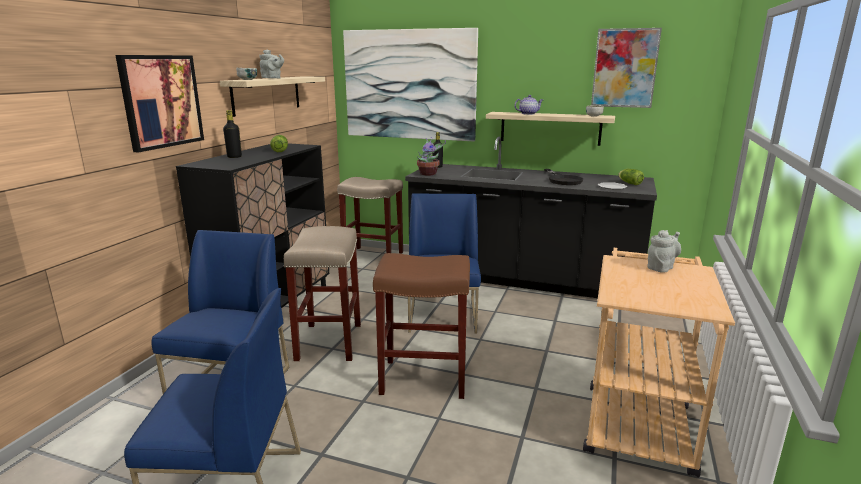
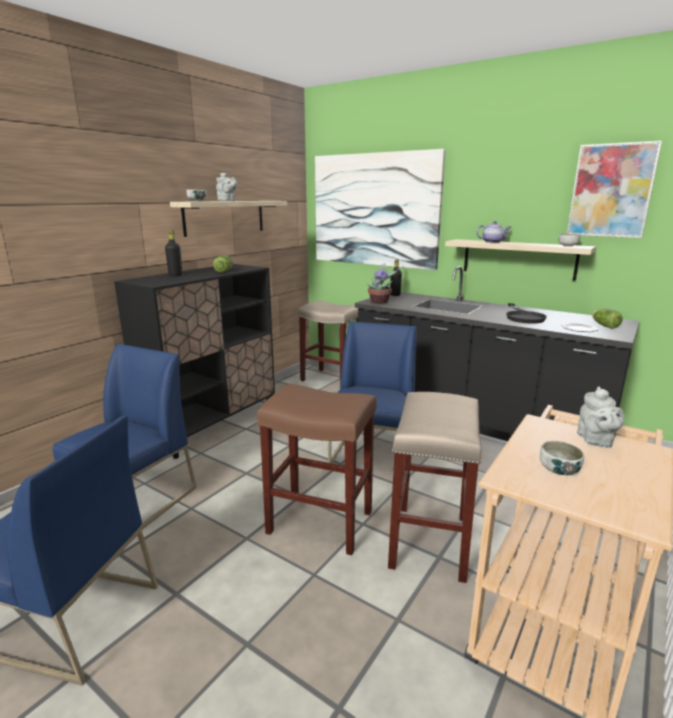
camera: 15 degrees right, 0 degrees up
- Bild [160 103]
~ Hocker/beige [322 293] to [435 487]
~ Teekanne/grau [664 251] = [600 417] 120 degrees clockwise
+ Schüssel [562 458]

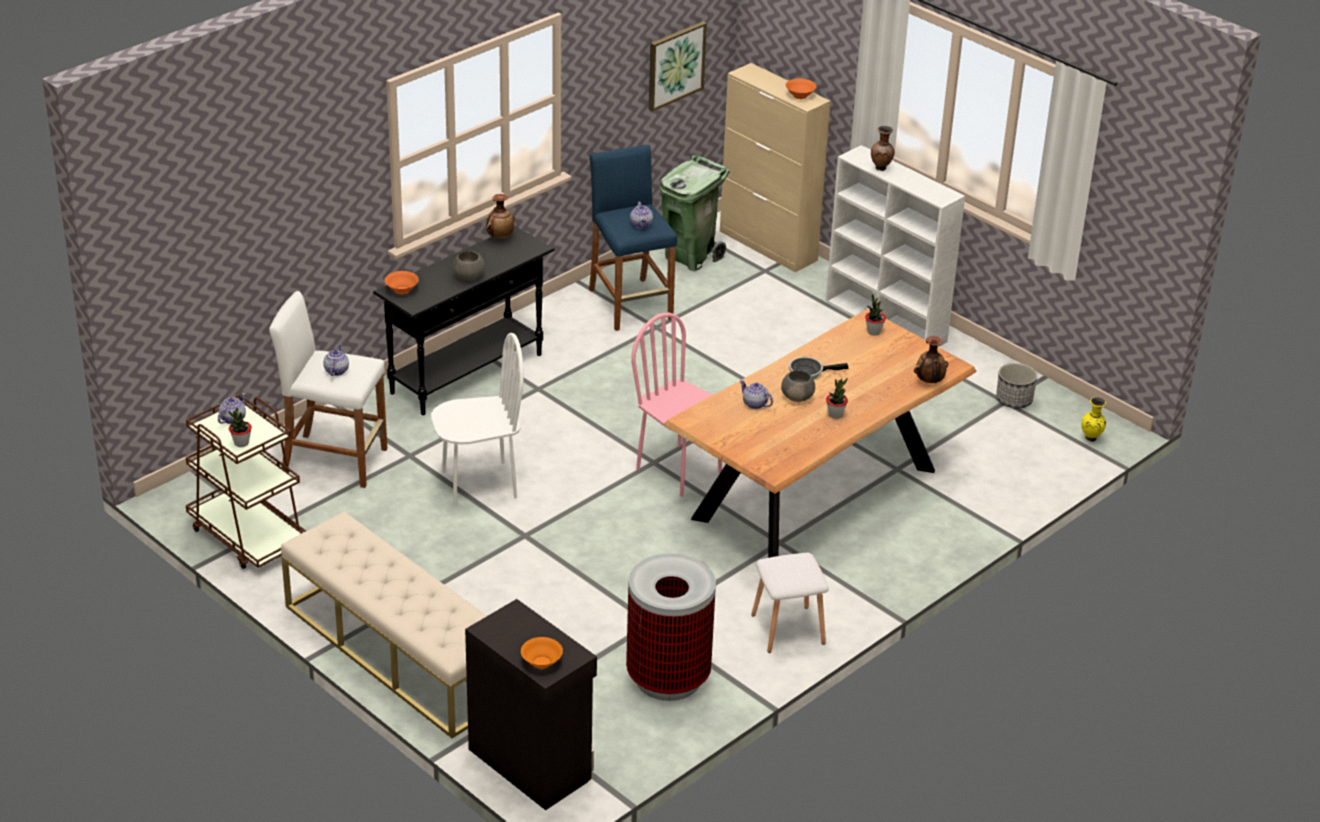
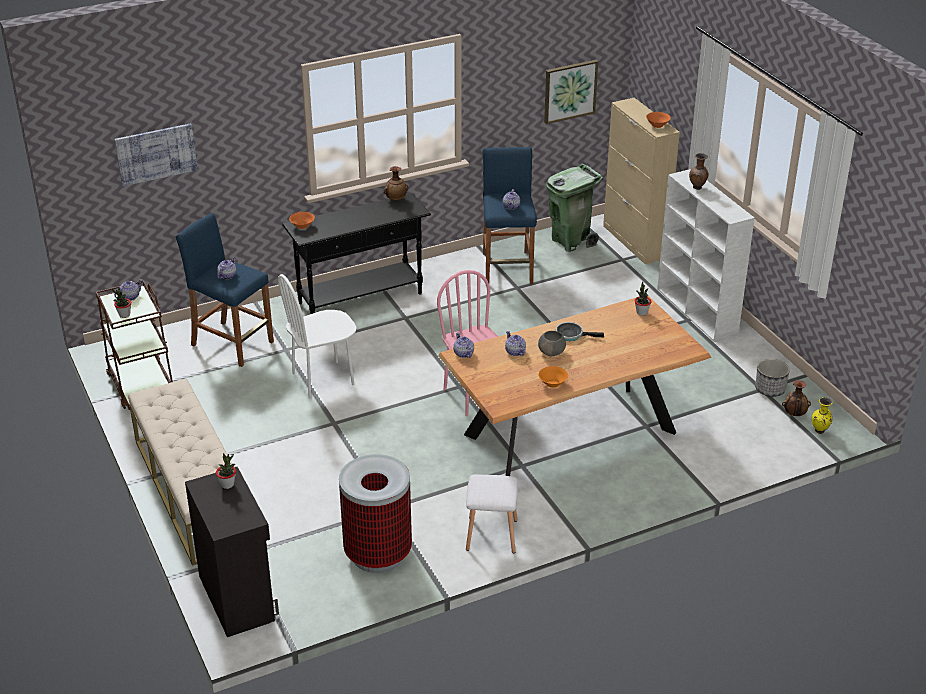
camera: 20 degrees right, 0 degrees up
- Schüssel/grau [469 265]
~ Hocker/weiß [328 389] to Hocker/blau [225 290]
~ Stuhl/weiß [477 419] = [317 336] 150 degrees clockwise
~ Vase [931 359] to [796 398]
~ Topfpflanze [837 398] to [226 471]
~ Schüssel/orange [542 653] to [553 377]
+ Bild [156 154]
+ Teekanne [463 345]

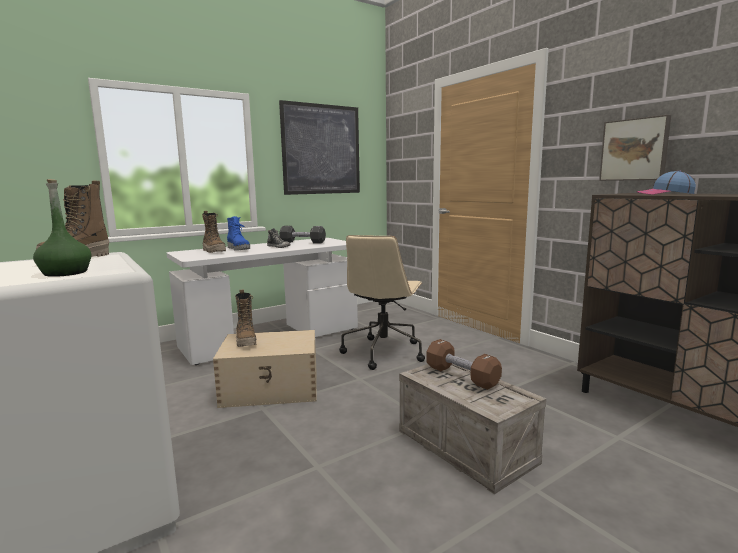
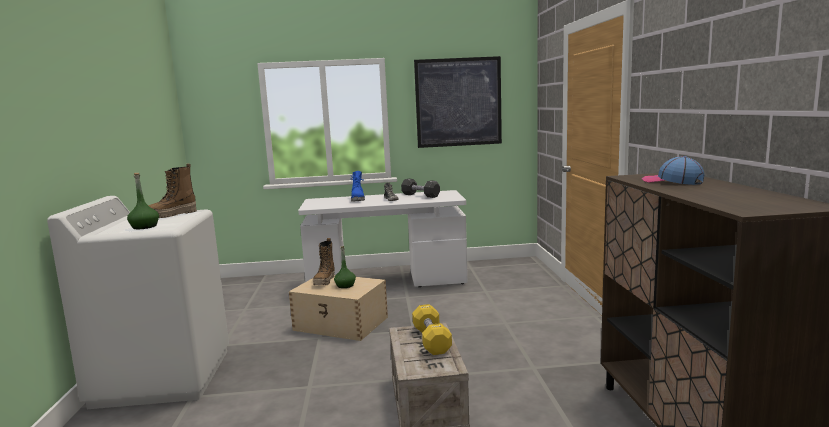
camera: 30 degrees right, 0 degrees up
- Bild [635 148]
- Stiefel [214 232]
- Bürostuhl/beige [382 302]
~ Hantel/braun [464 364] to Hantel/gelb [432 329]
+ Flasche/grün [345 267]

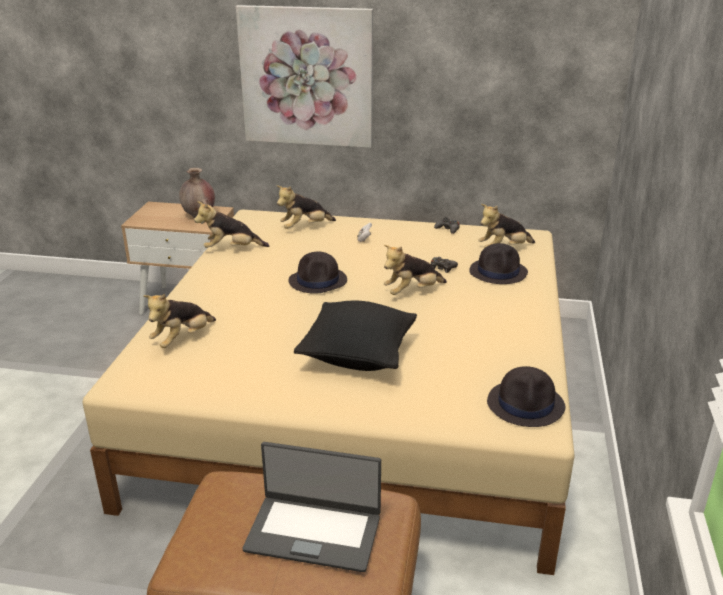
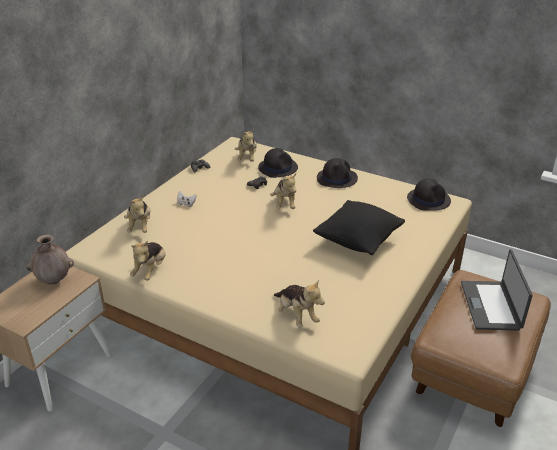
camera: 70 degrees left, 5 degrees up
- Bild [304 76]
~ Hut/schwarz [317 273] to [337 173]
~ Laptop [311 507] = [497 290] 150 degrees clockwise

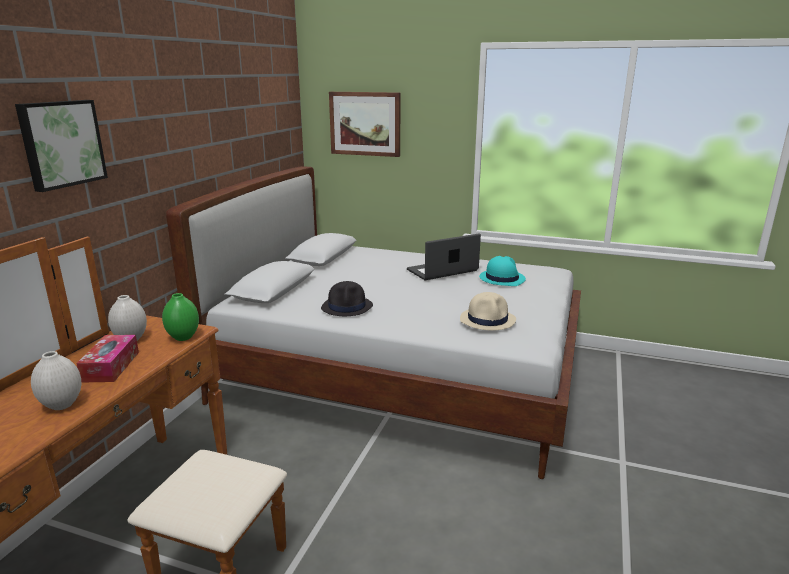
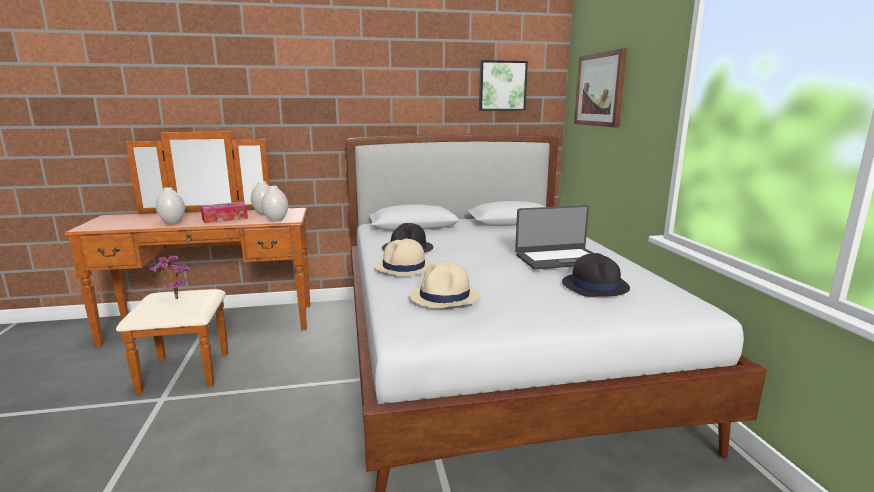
camera: 60 degrees right, 5 degrees down
~ Bild [61 146] to [503 85]
~ Laptop [444 257] = [554 237] 135 degrees clockwise
~ Hut/türkis [502 271] to Hut/schwarz [596 275]
~ Vase/grün [180 317] to Vase/weiß [275 204]
+ Hut/beige [403 257]
+ Topfpflanze [170 277]

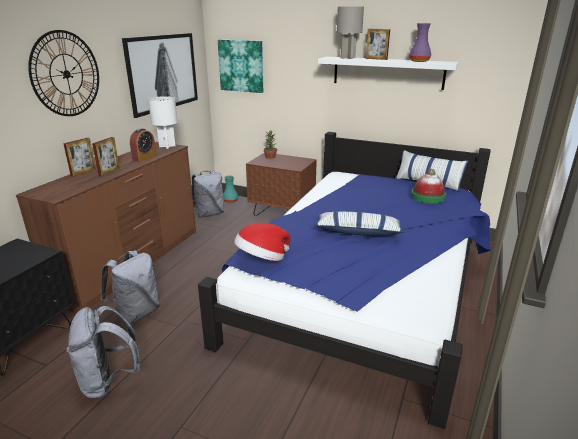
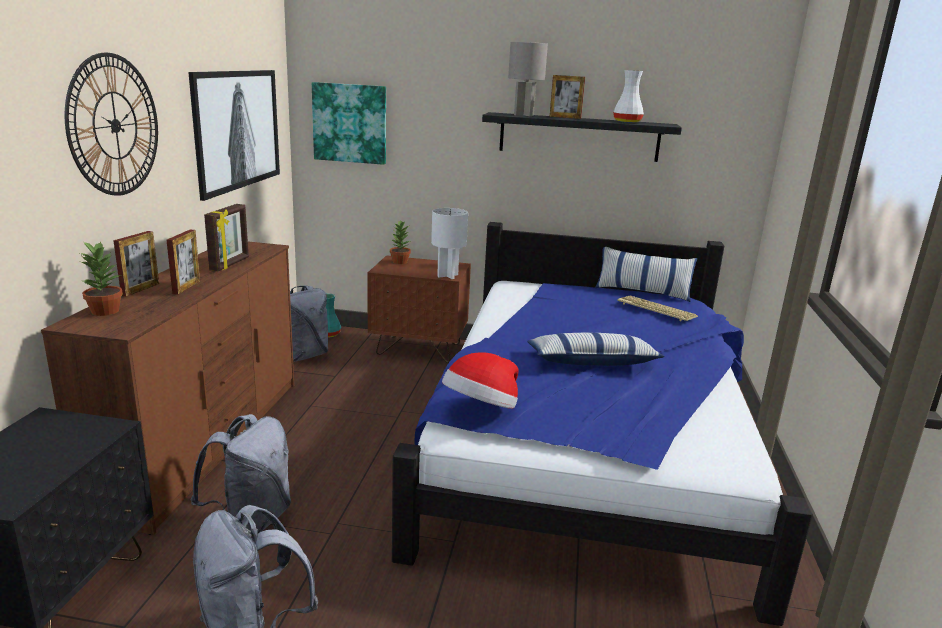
camera: 15 degrees left, 5 degrees down
~ Vase/lila [420 42] to Vase/weiß [628 96]
~ Wandregal/weiß [388 73] to Wandregal/schwarz [582 137]
~ Tischlampe/weiß [163 122] to [449 243]
~ Wecker [143 145] to Bilderrahmen [226 237]
~ Hut [428 186] to Tastatur [657 308]
+ Topfpflanze [102 278]

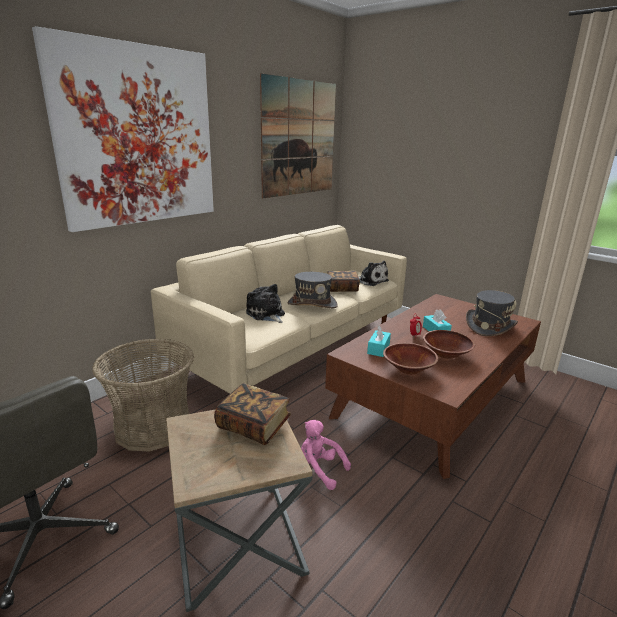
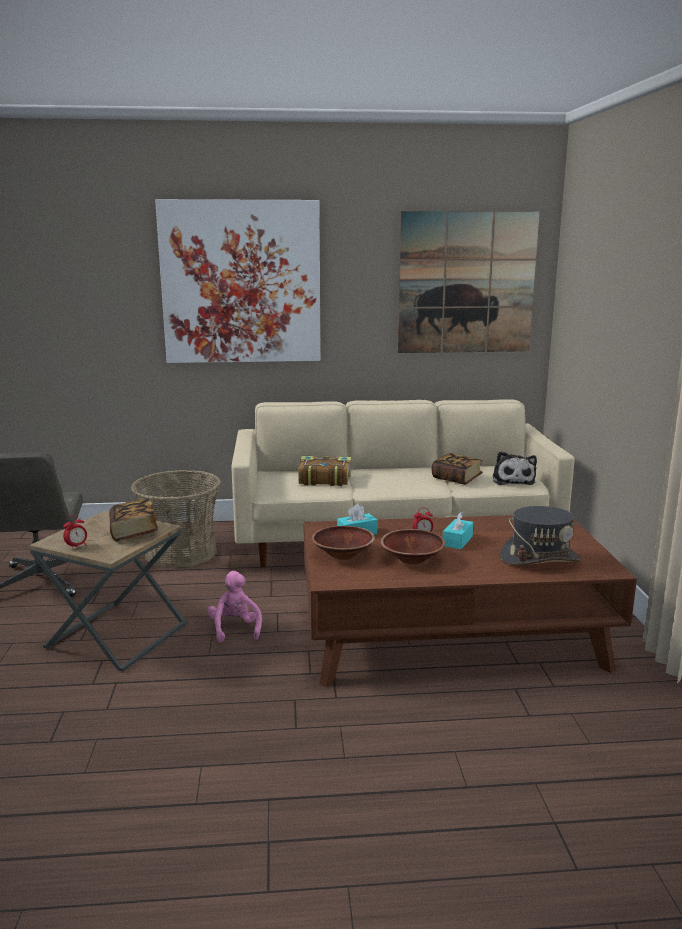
camera: 45 degrees right, 5 degrees down
- Hut/grau [312 290]
~ Plüschtier [265 303] to Buch [324 471]
+ Wecker [75 532]

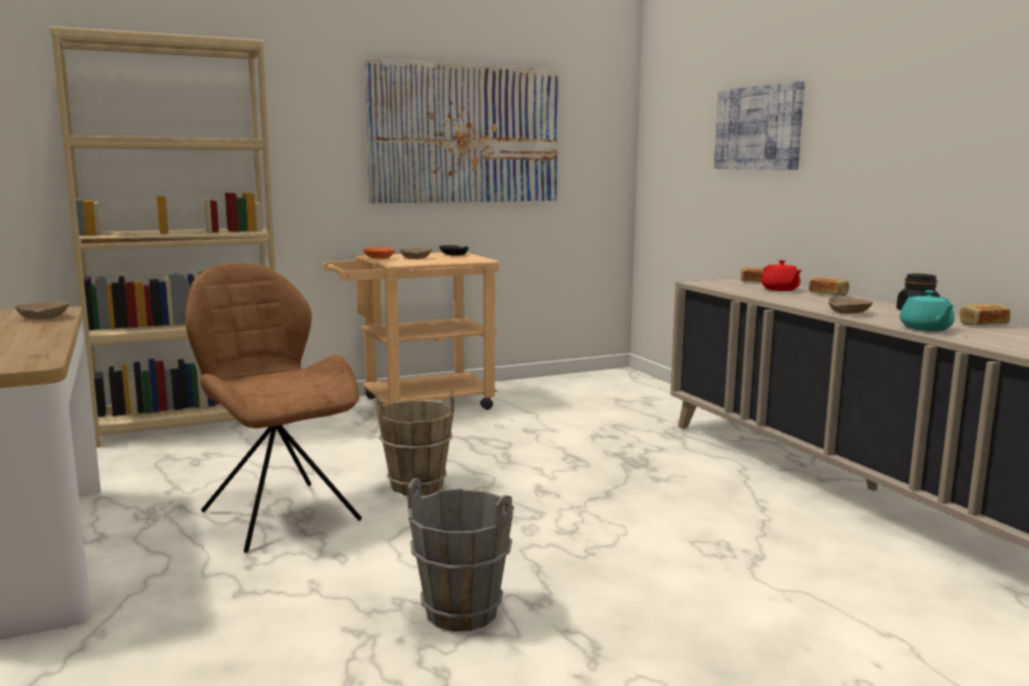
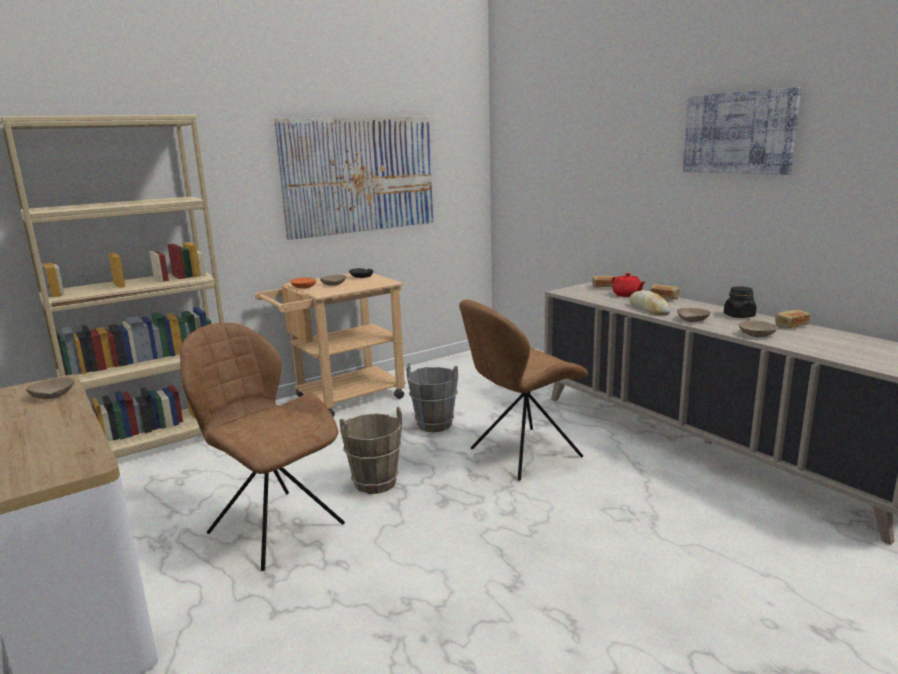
camera: 10 degrees left, 5 degrees up
~ Bild [759 125] to [742 131]
~ Teekanne/türkis [927 310] to Schüssel/beige [758 329]
~ Eimer/grau [461 554] to [432 397]
+ Brot [650 302]
+ Stuhl/braun [523 390]

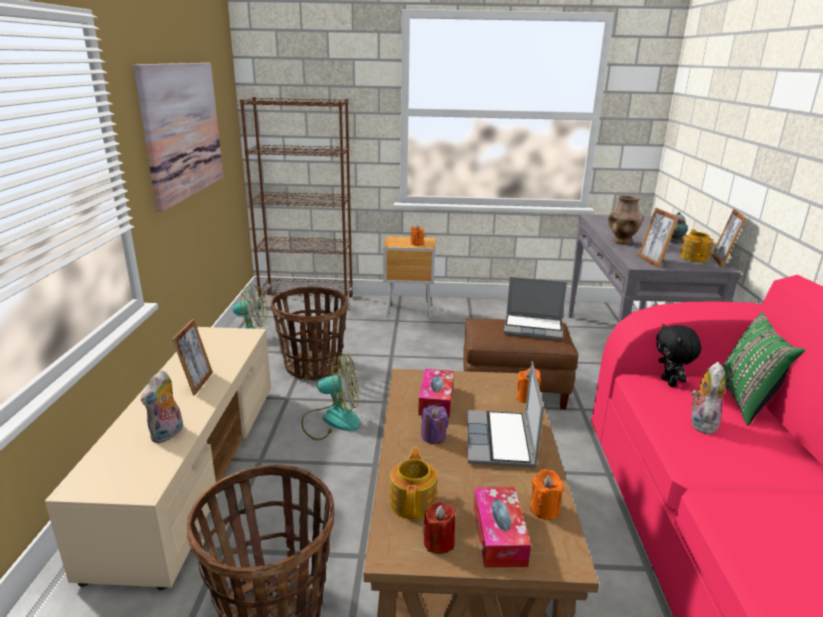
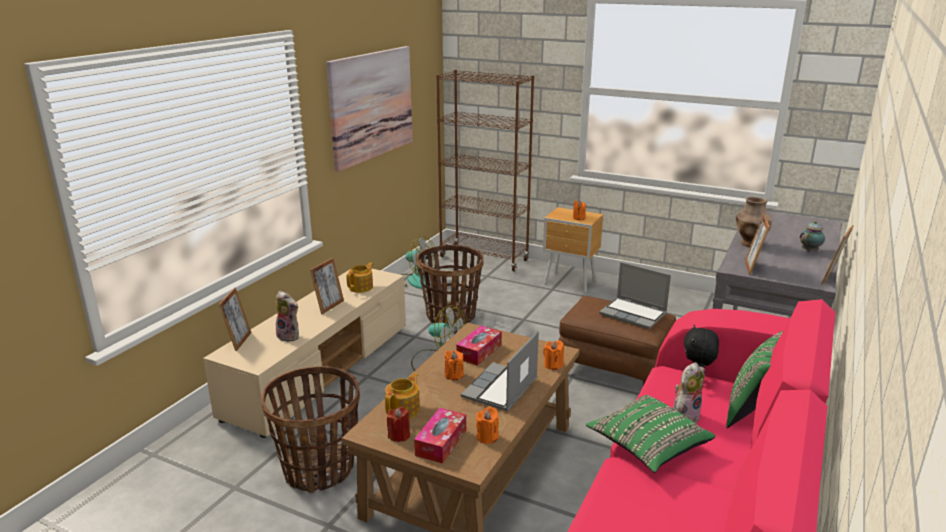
camera: 25 degrees right, 0 degrees up
~ Teekanne [696 245] to [359 277]
~ Plüschtier [162 406] = [287 316] 105 degrees counterclockwise
~ Kerze/lila [435 424] to Kerze/orange [454 365]
+ Bilderrahmen [235 319]
+ Kissen/grün [650 434]

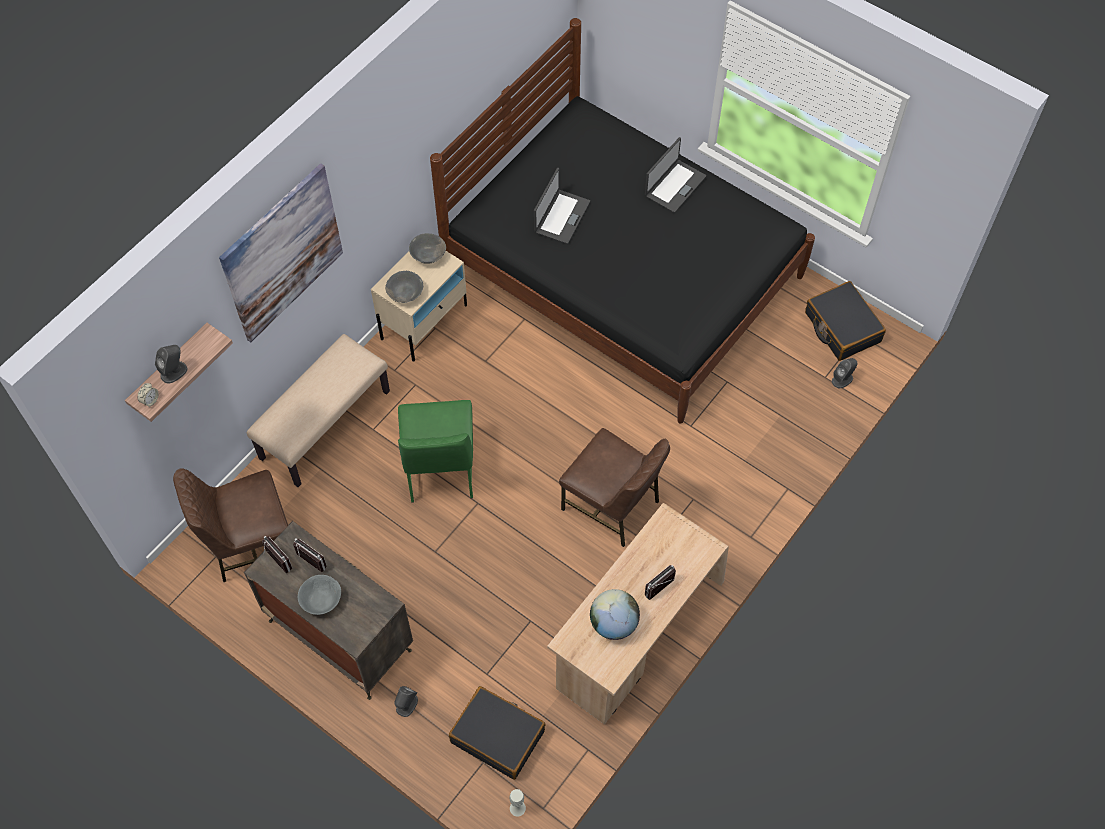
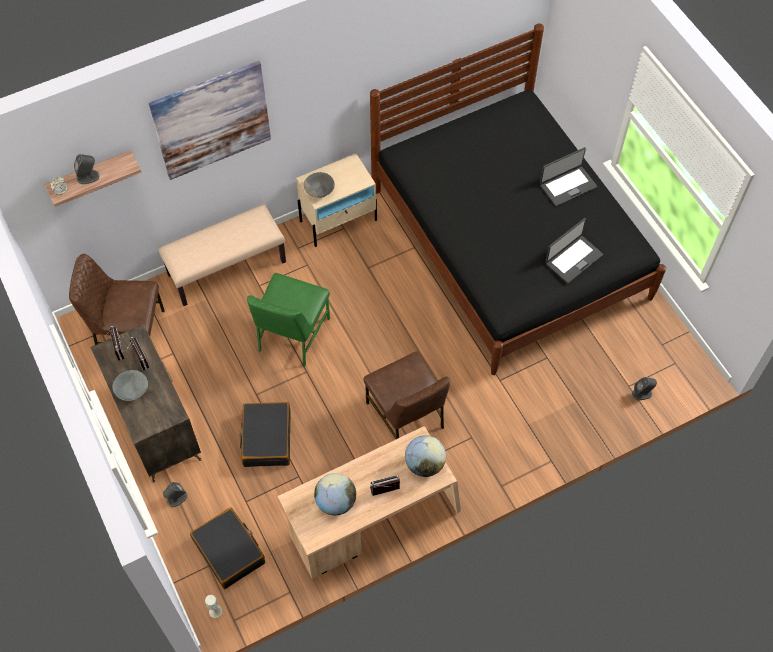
camera: 25 degrees right, 0 degrees up
~ Laptop [562 206] to [574 250]
- Schüssel/grau [427 248]
~ Koffer/schwarz [845 321] to [264 434]
+ Globus [425 456]

